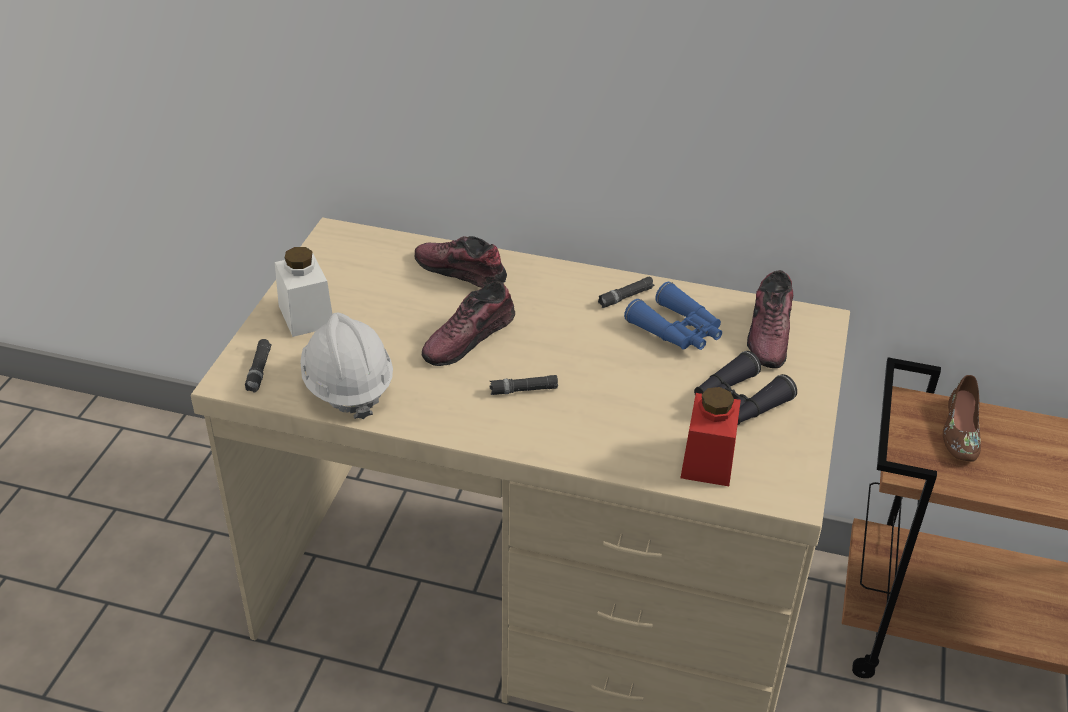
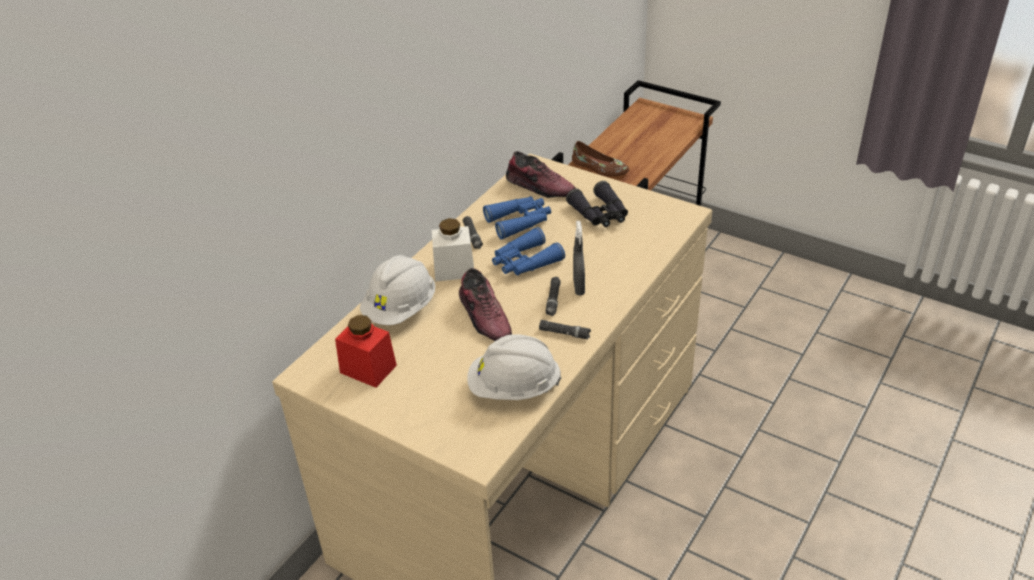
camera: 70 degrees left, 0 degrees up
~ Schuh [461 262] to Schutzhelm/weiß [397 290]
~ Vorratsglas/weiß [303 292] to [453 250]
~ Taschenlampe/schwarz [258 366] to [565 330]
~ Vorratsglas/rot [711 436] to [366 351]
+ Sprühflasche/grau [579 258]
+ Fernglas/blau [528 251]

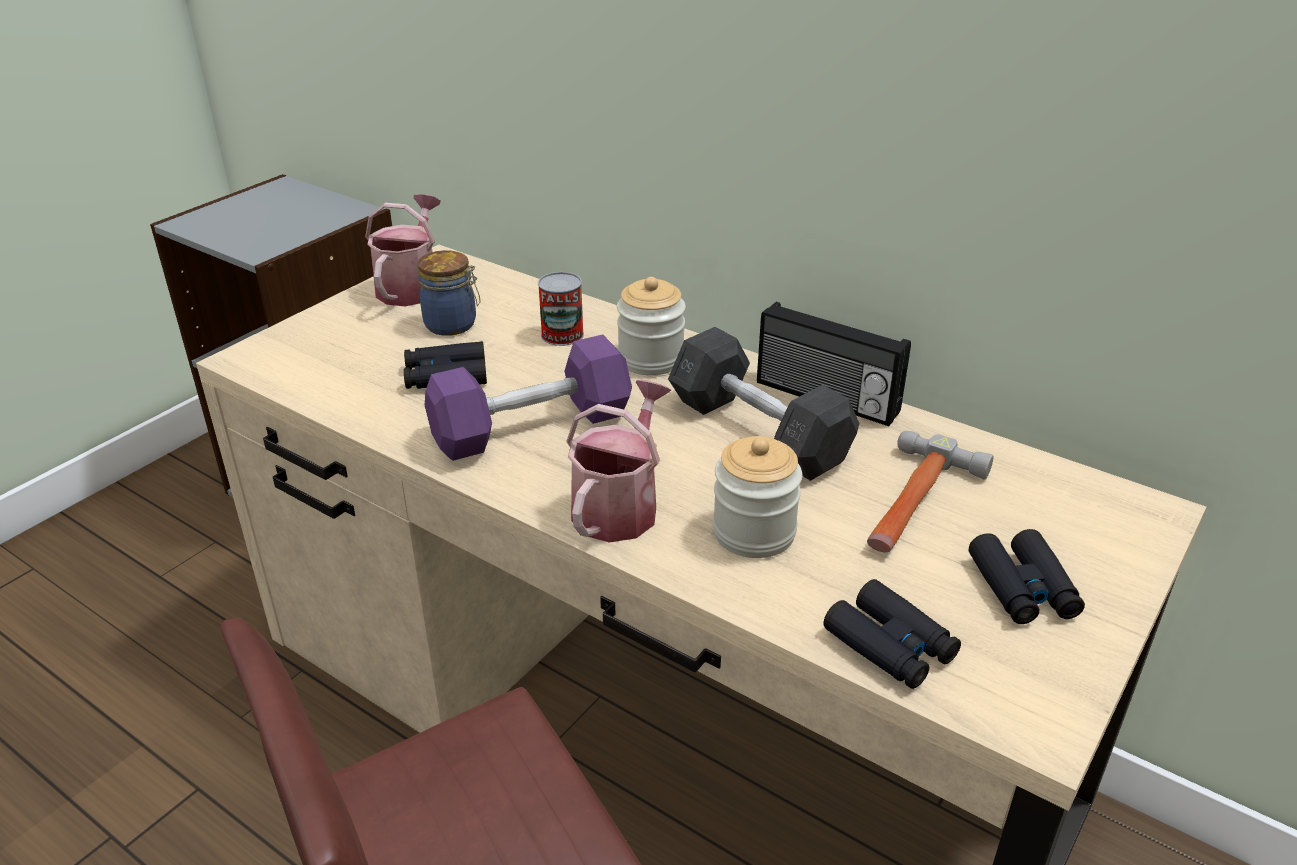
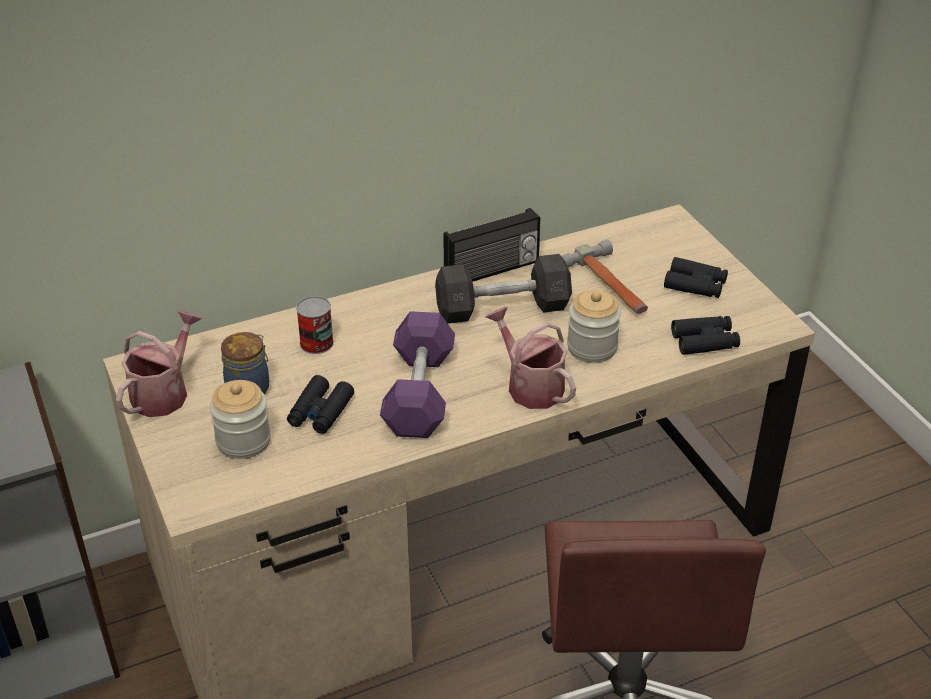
camera: 60 degrees left, 5 degrees up
~ Gießkanne [403 250] = [159 364] 75 degrees clockwise
~ Vorratsglas [651 326] to [240 419]

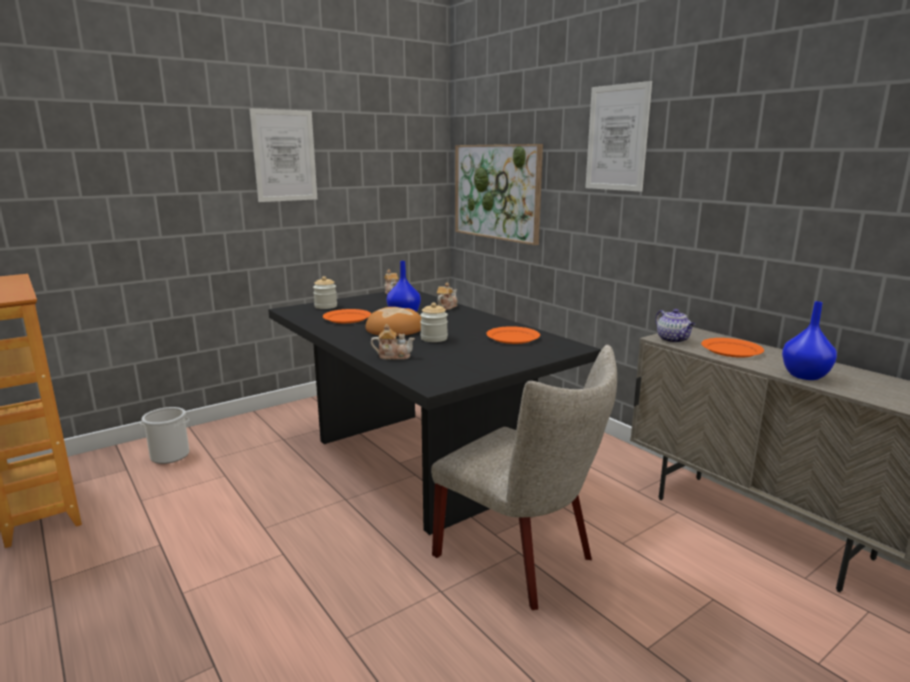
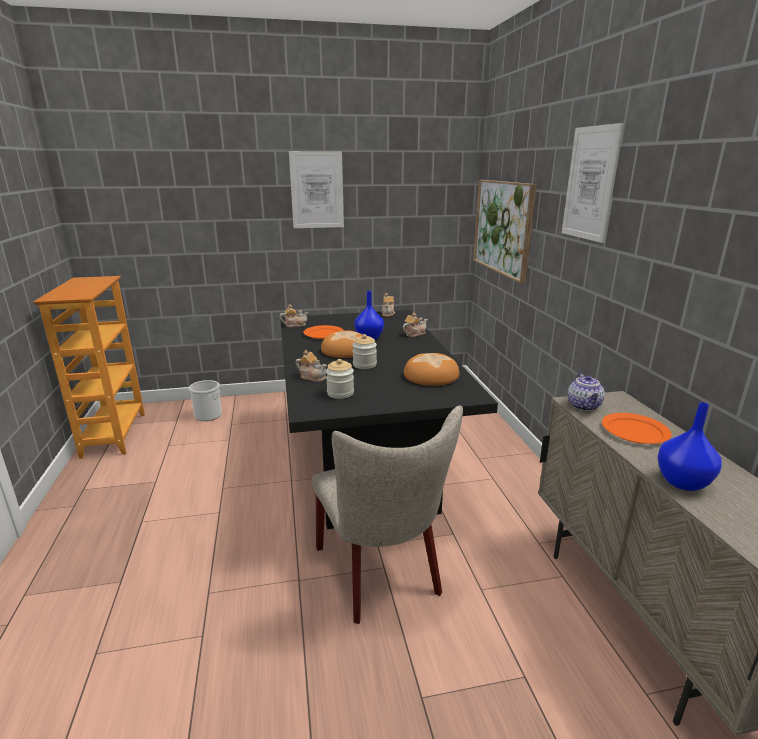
camera: 25 degrees right, 5 degrees up
~ Vorratsglas [325 292] to [340 379]
~ Teller/orange [513 335] to Brot [432 369]
+ Teekanne [294 315]

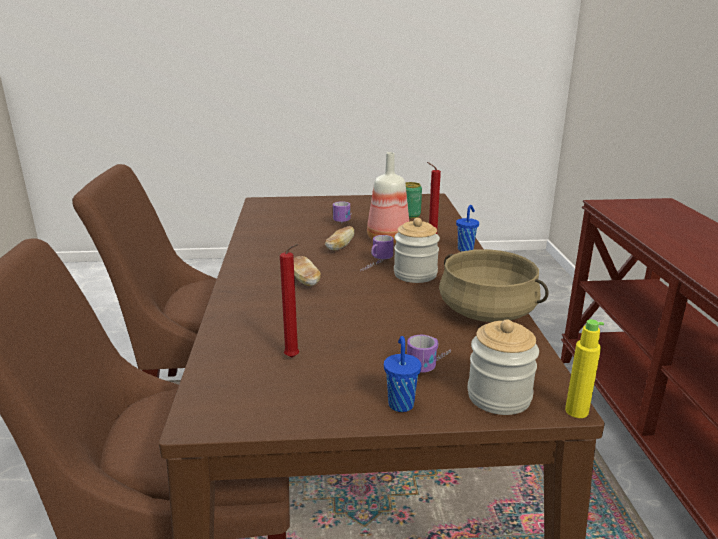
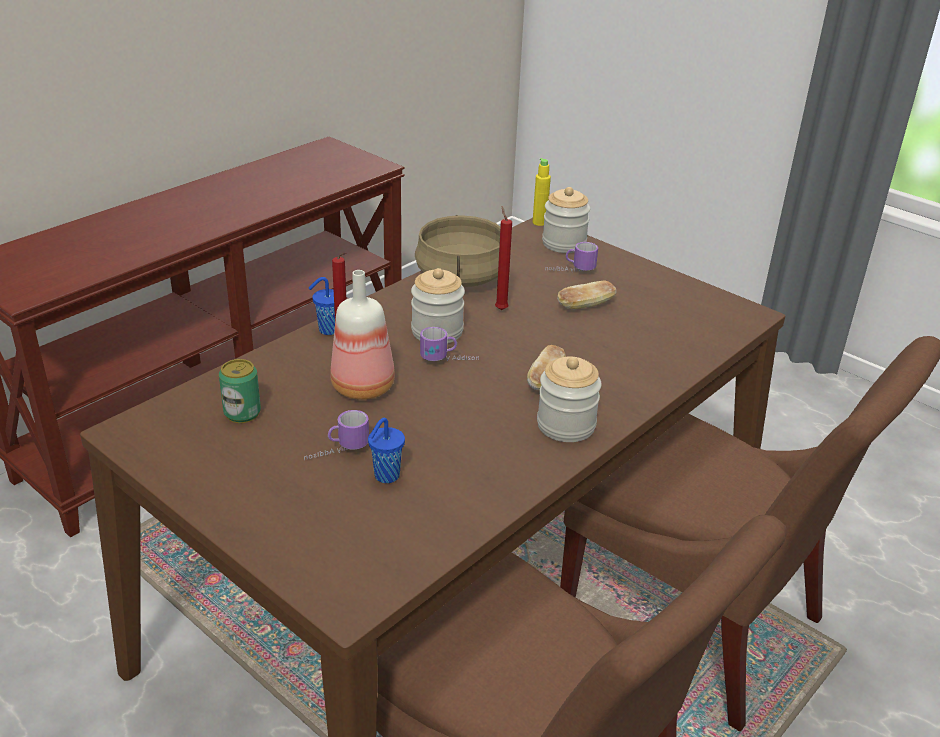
camera: 135 degrees left, 10 degrees up
~ Brot [339 238] to [586 294]
~ Kerze/rot [290 301] to [503 258]
~ Tasse/blau [402 374] to [386 450]
+ Vorratsglas [569 399]

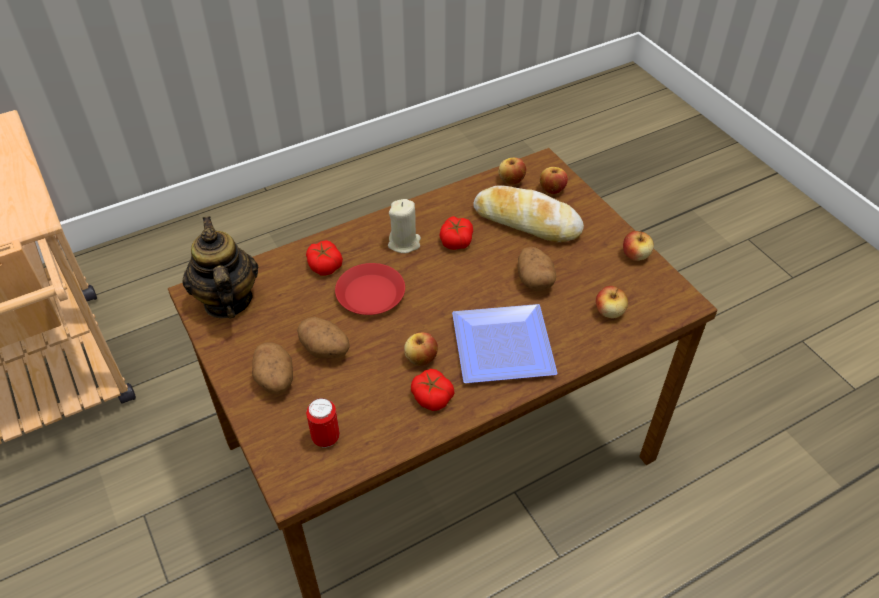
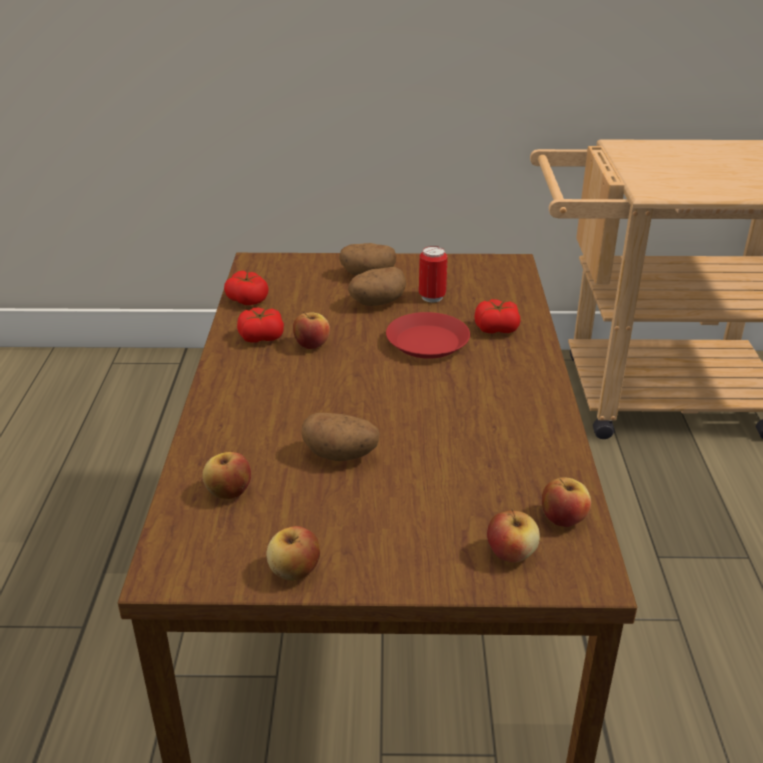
camera: 120 degrees right, 15 degrees down
- Brot [528 214]
- Kerze/beige [404 226]
- Teekanne [221 267]
~ Tomate [456 233] to [246 288]
- Teller [505 343]
~ Dose [323 422] to [433 274]

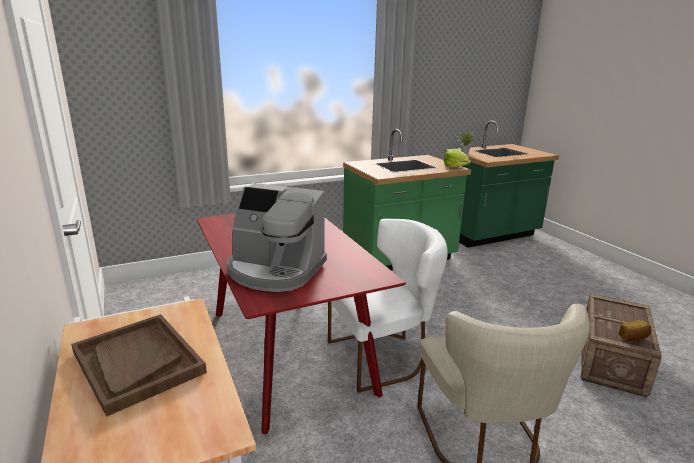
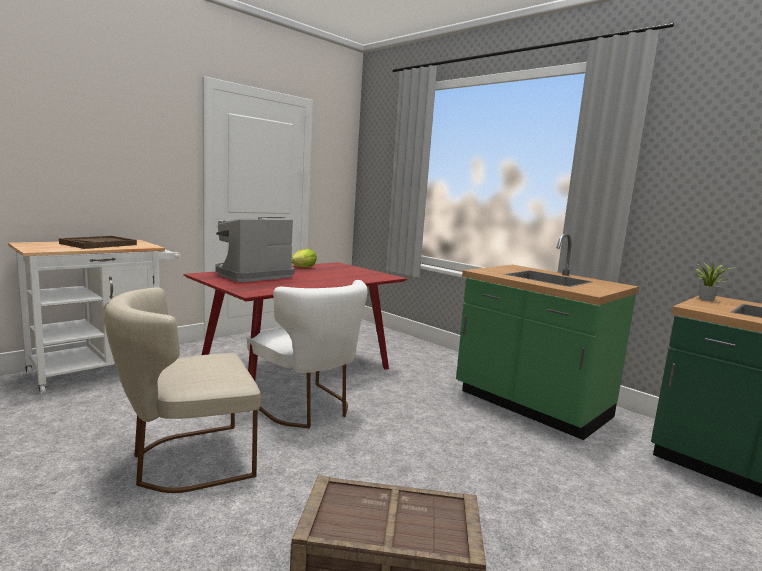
camera: 70 degrees right, 10 degrees down
~ Salatkopf [457 158] to [304 258]
~ Kaffeemaschine [277 237] = [255 249] 45 degrees clockwise
- Brot [635 330]

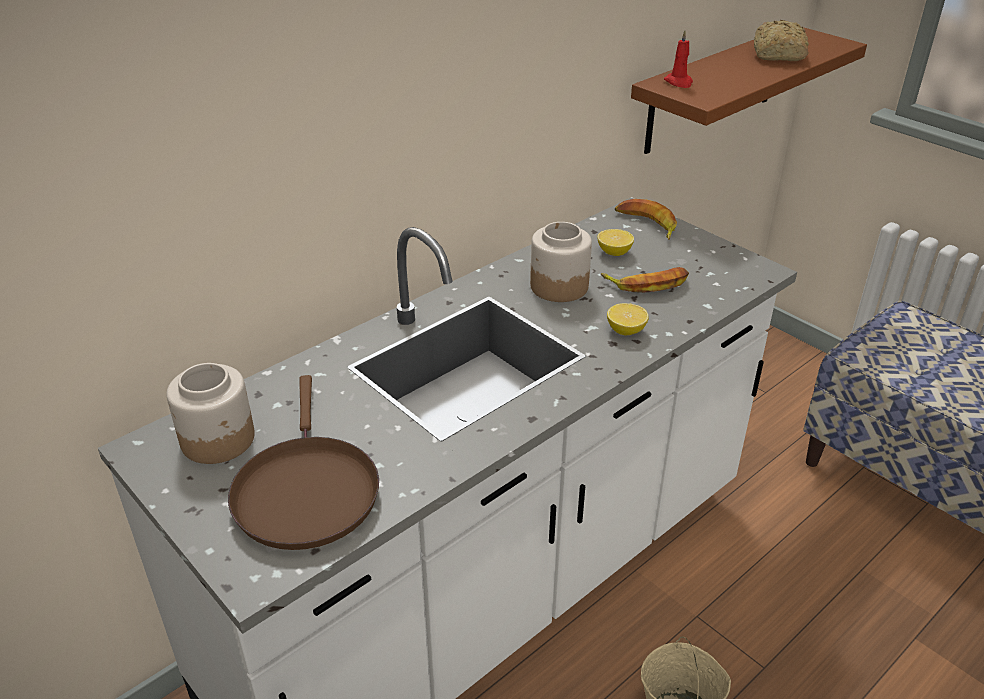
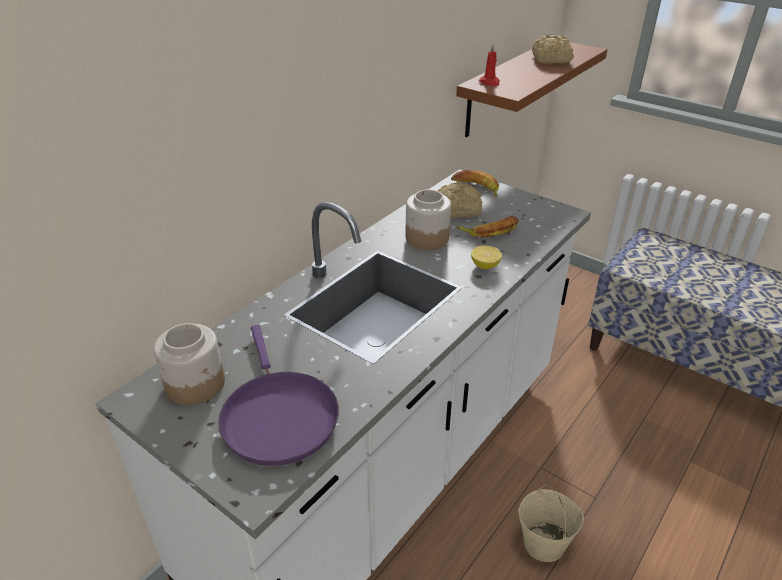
camera: 10 degrees left, 0 degrees up
~ Zitrone [615 242] to Brot [460 200]
~ Pfanne/braun [303 462] to Pfanne/lila [279 395]

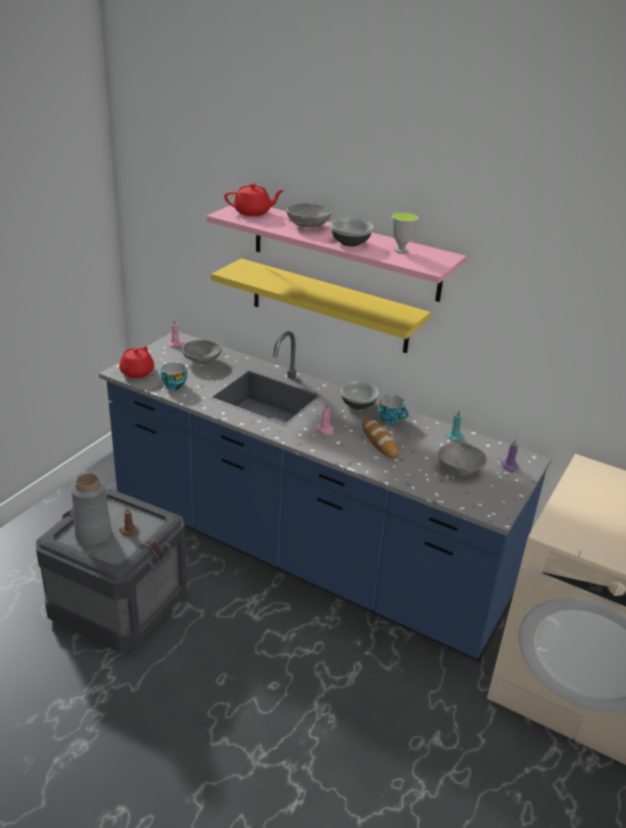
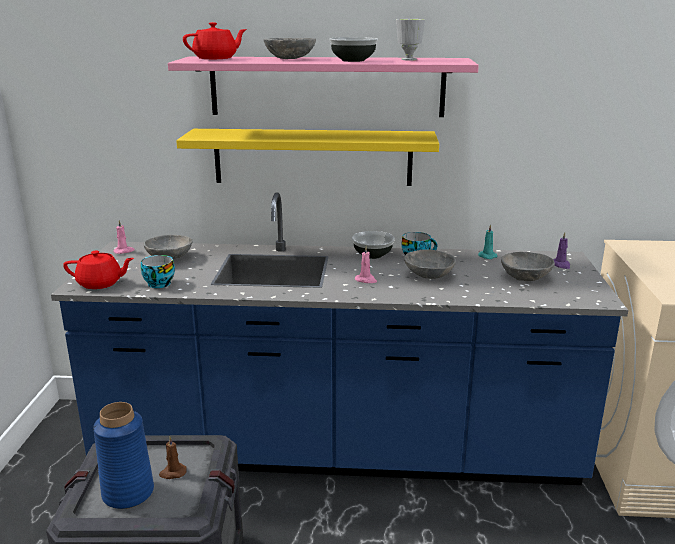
camera: 25 degrees left, 10 degrees down
~ Teekanne/rot [136 362] = [98 270] 75 degrees counterclockwise
~ Brot [380 438] to Schüssel/grau [430 264]
~ Vase/grau [91 509] to Vase/blau [123 455]

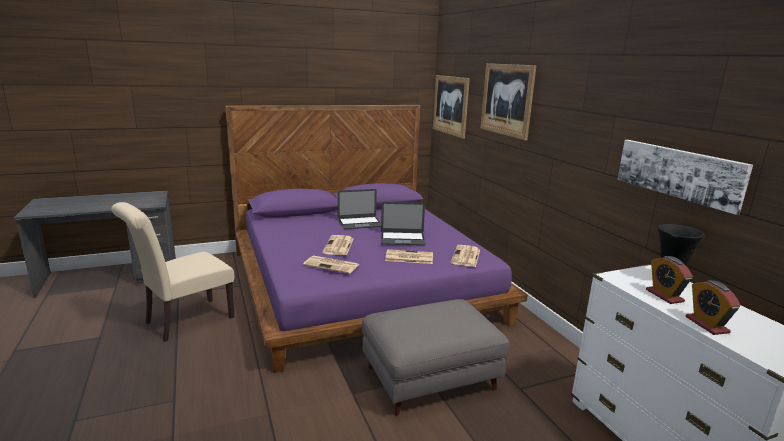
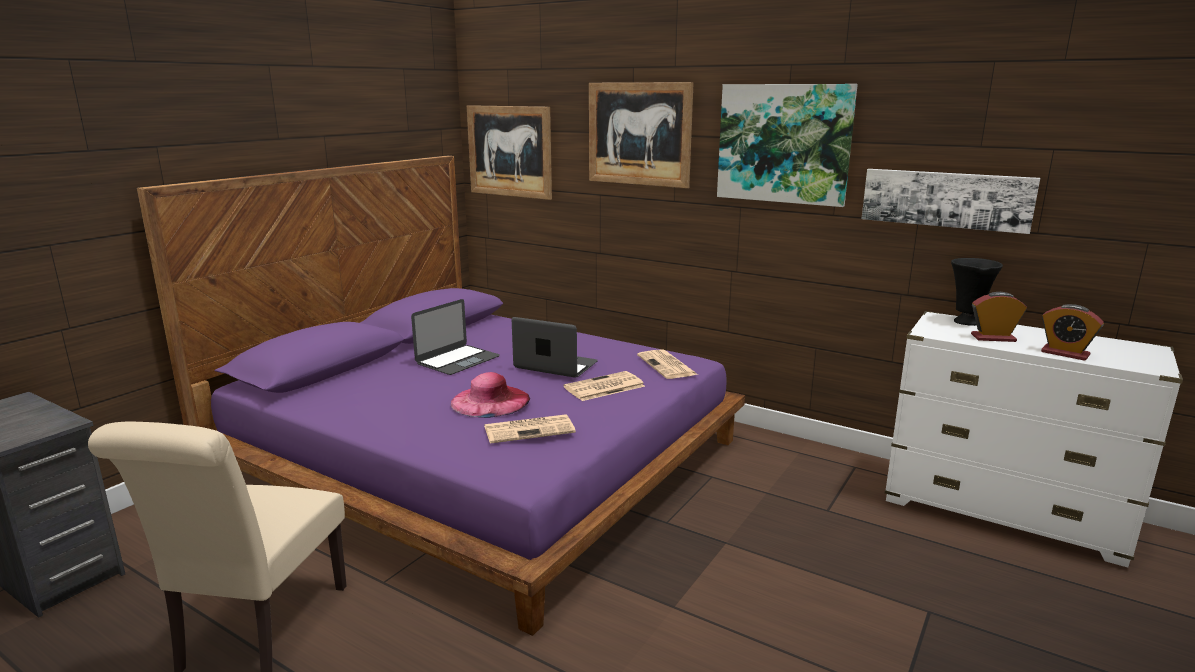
camera: 35 degrees left, 0 degrees up
~ Laptop [403 223] = [555 347] 120 degrees counterclockwise
~ Zeitung [337 245] to Hut/rosa [490 395]
~ Wecker [669 280] = [999 317] 150 degrees clockwise
- Polsterhocker/grau [435 357]
+ Bild [787 145]

